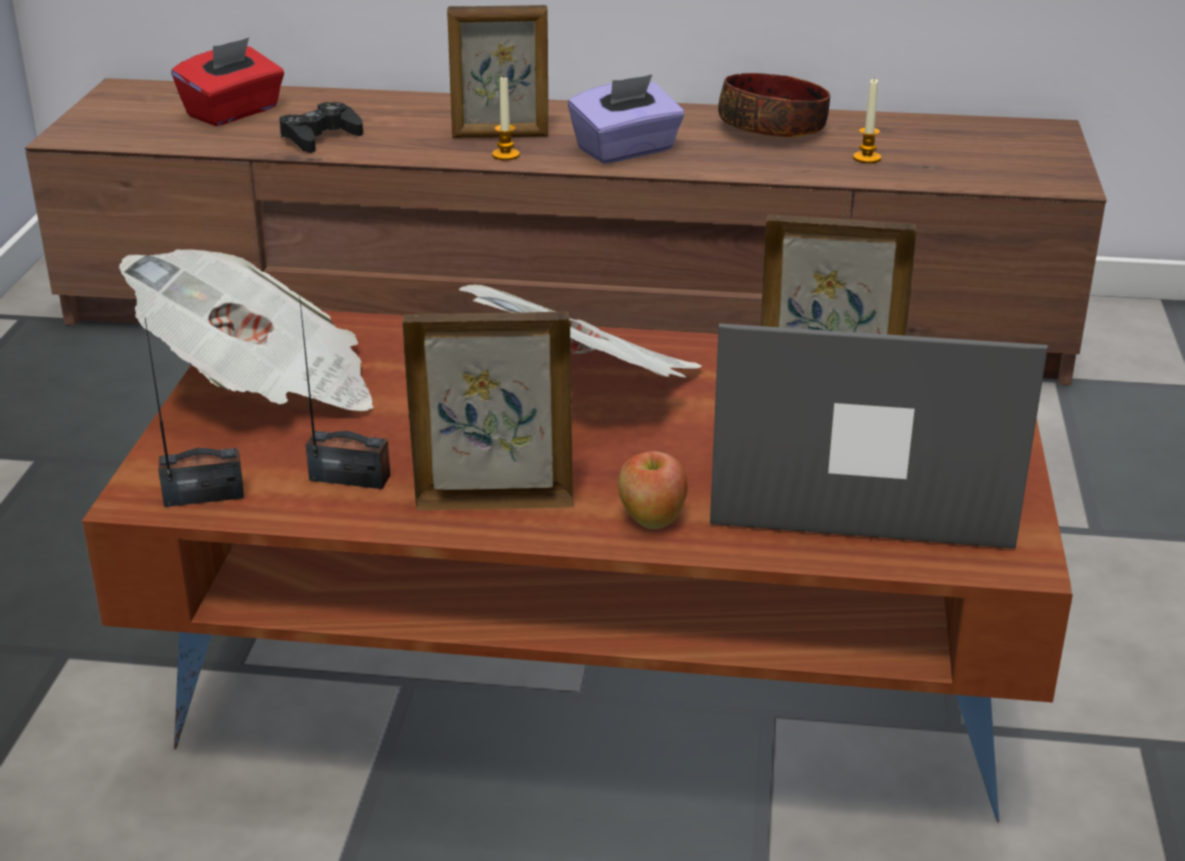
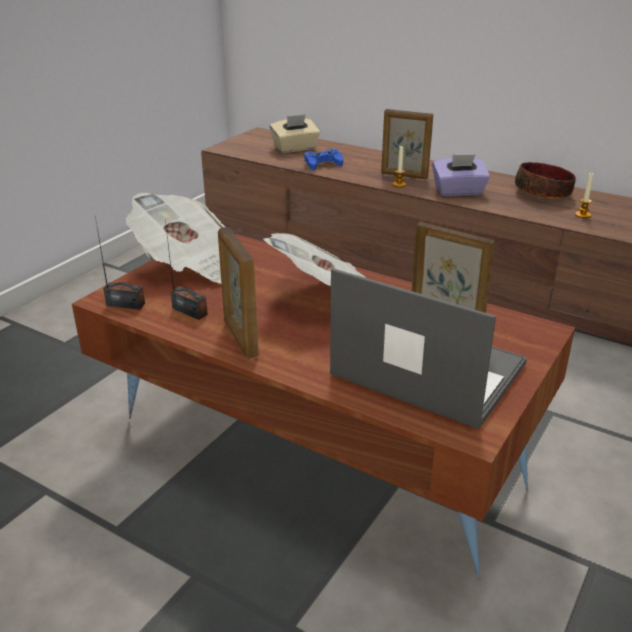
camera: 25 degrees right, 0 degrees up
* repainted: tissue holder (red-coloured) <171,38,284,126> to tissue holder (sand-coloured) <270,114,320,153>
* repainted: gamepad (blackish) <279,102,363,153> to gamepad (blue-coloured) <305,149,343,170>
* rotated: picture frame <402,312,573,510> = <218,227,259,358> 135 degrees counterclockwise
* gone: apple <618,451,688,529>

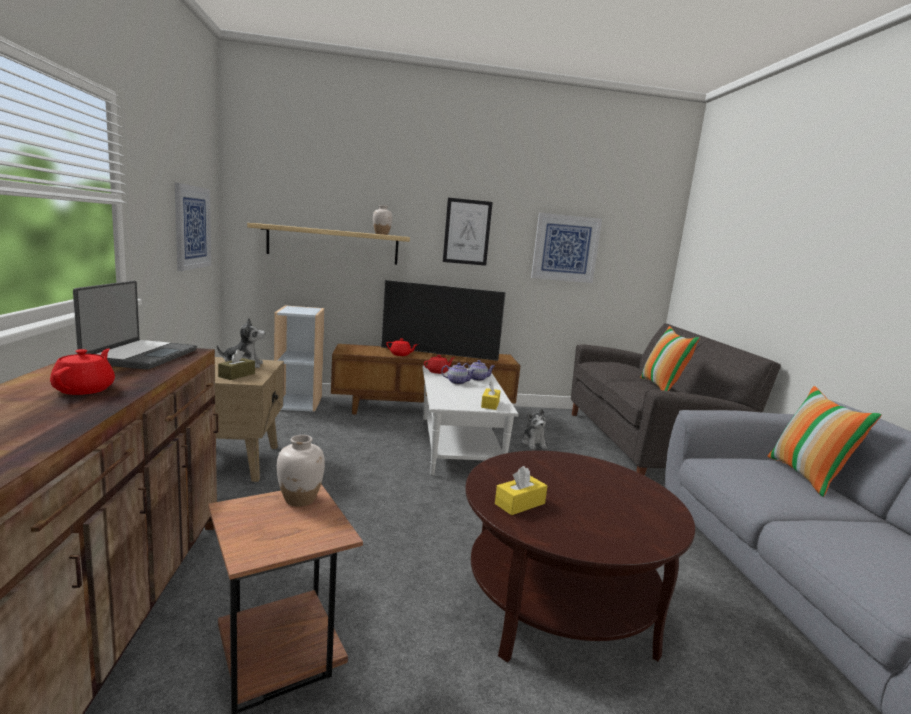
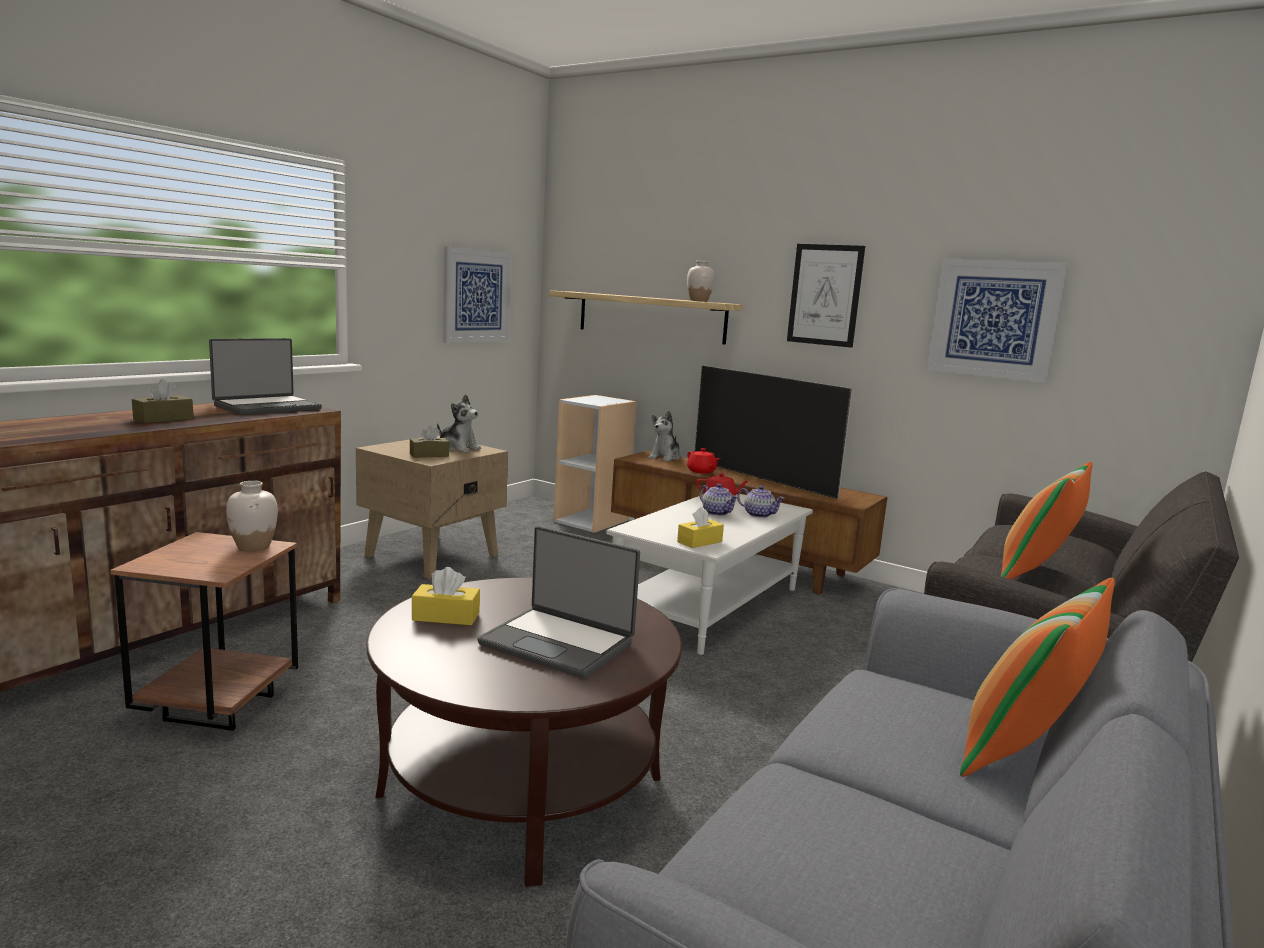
camera: 40 degrees right, 0 degrees up
* swapped: tea pot (red-coloured) <50,349,115,395> to tissue holder (brownish) <132,379,194,423>
* shifted: soft toy <521,409,547,449> to <648,411,680,462>
* new: portable computer <477,526,640,679>

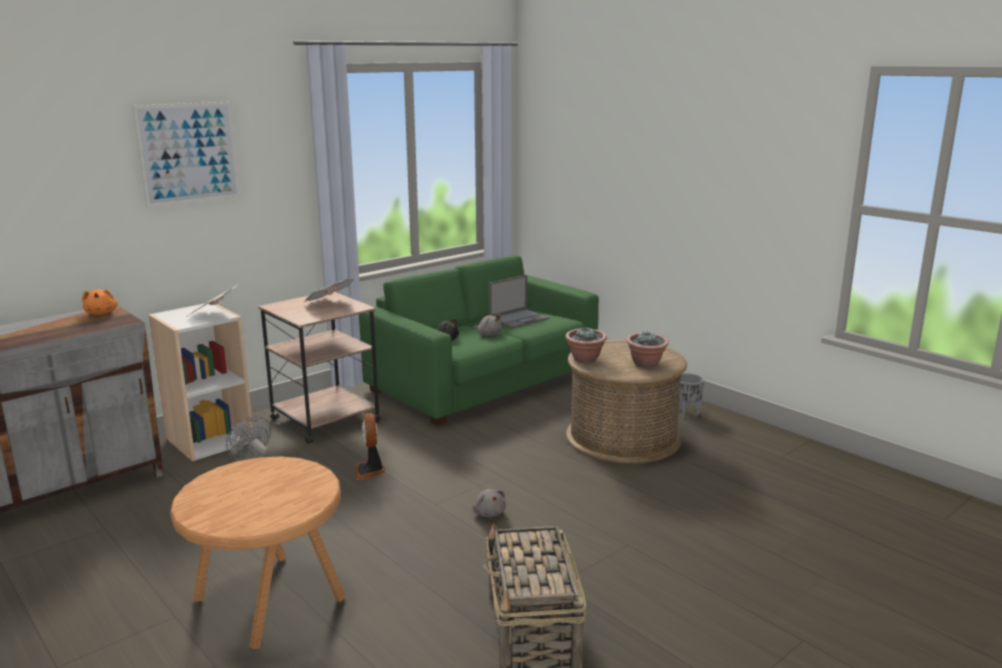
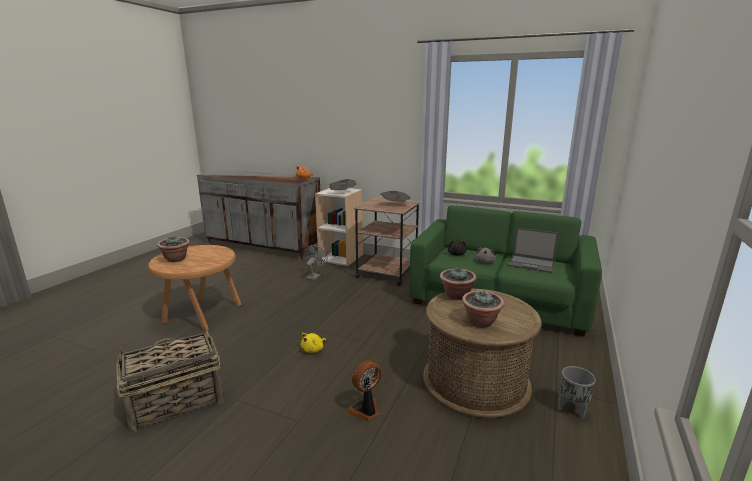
camera: 65 degrees right, 0 degrees up
* gone: wall art <132,102,240,208>
* shifted: electric fan <355,413,385,480> to <347,360,381,420>
* repainted: soft toy (gray) <472,489,506,517> to soft toy (yellowish) <301,333,326,353>
* new: potted plant <157,236,190,262>

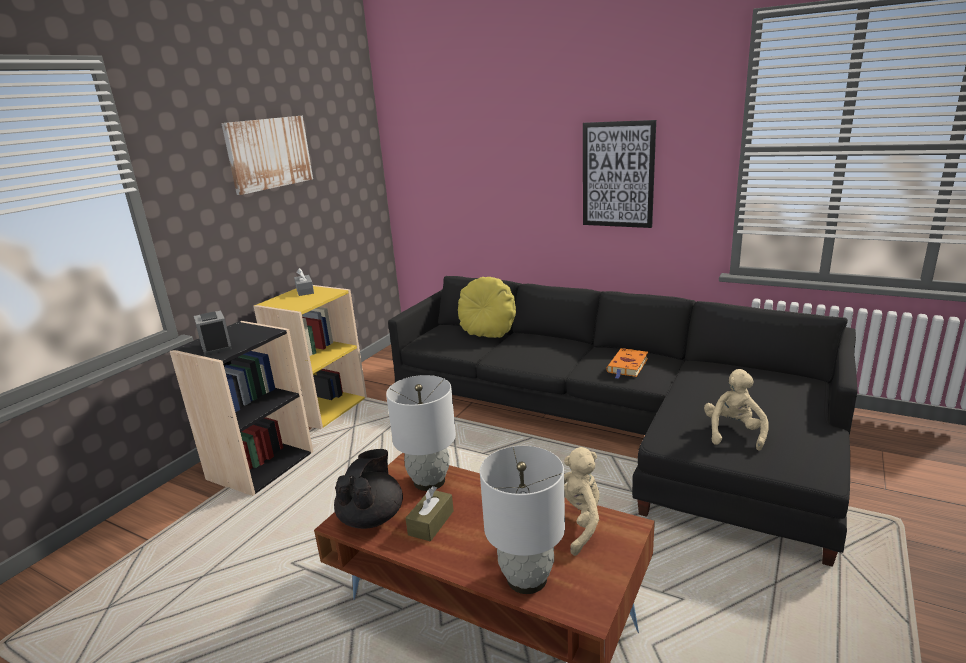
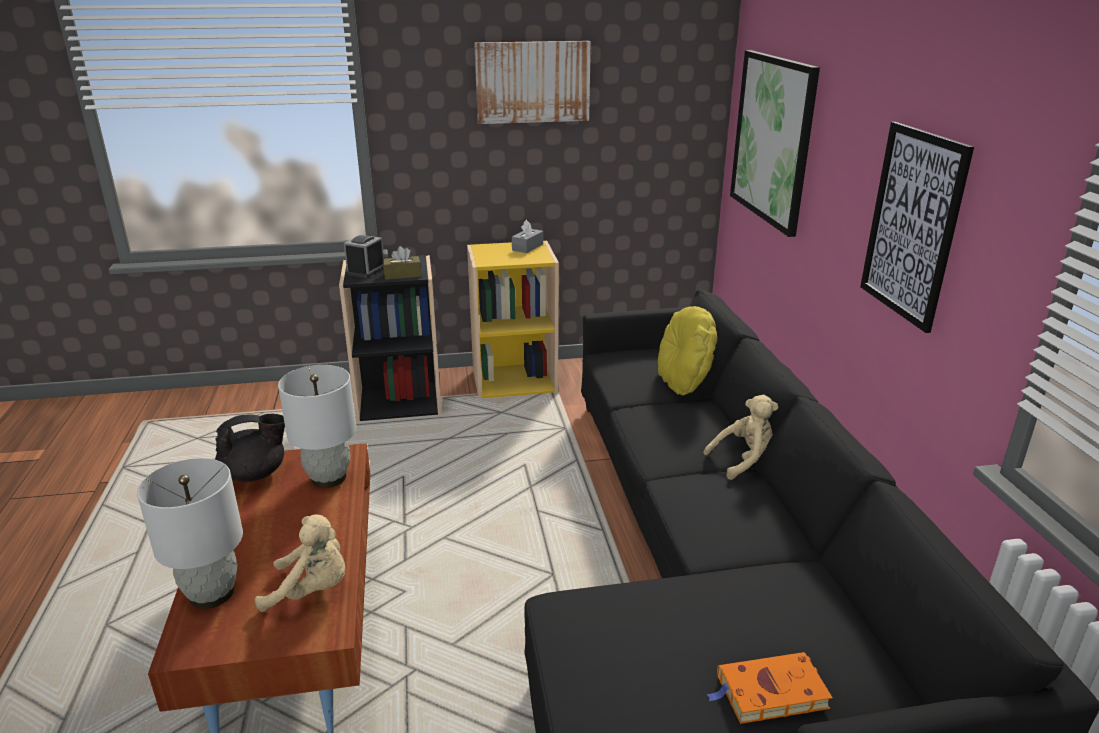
camera: 50 degrees right, 5 degrees up
* shifted: tissue holder (brownish) <405,486,454,542> to <383,246,421,280>
* shifted: book (orange-coloured) <606,348,648,379> to <706,652,833,724>
* shifted: soft toy (sand-coloured) <704,369,768,451> to <704,395,779,480>
* new: wall art <730,50,820,237>

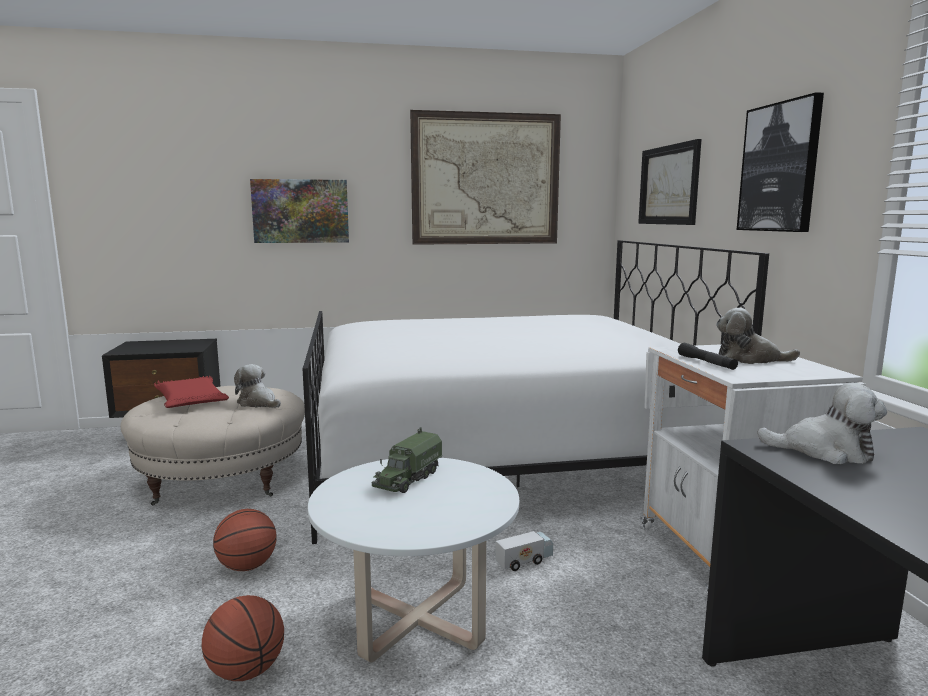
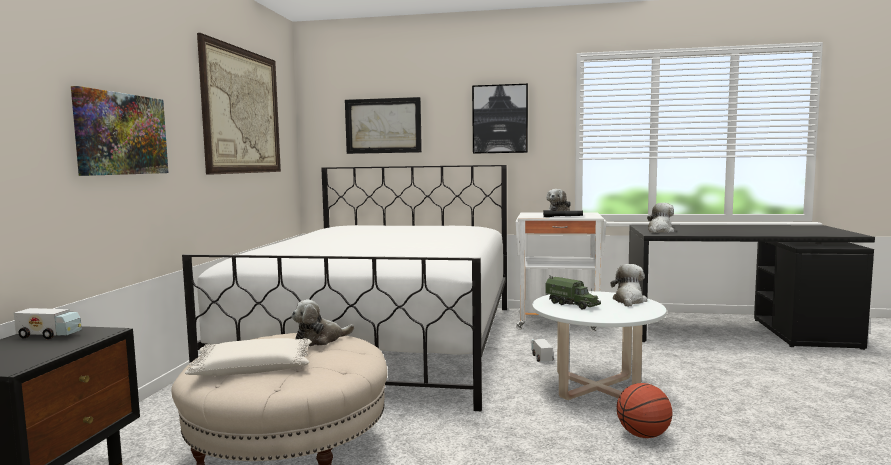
camera: 70 degrees left, 5 degrees down
* repainted: cushion (red-coloured) <154,376,229,408> to cushion (whitish) <185,338,312,376>
* gone: basketball ball <213,509,277,571>
* new: model truck <14,308,82,339>
* new: soft toy <611,264,647,307>

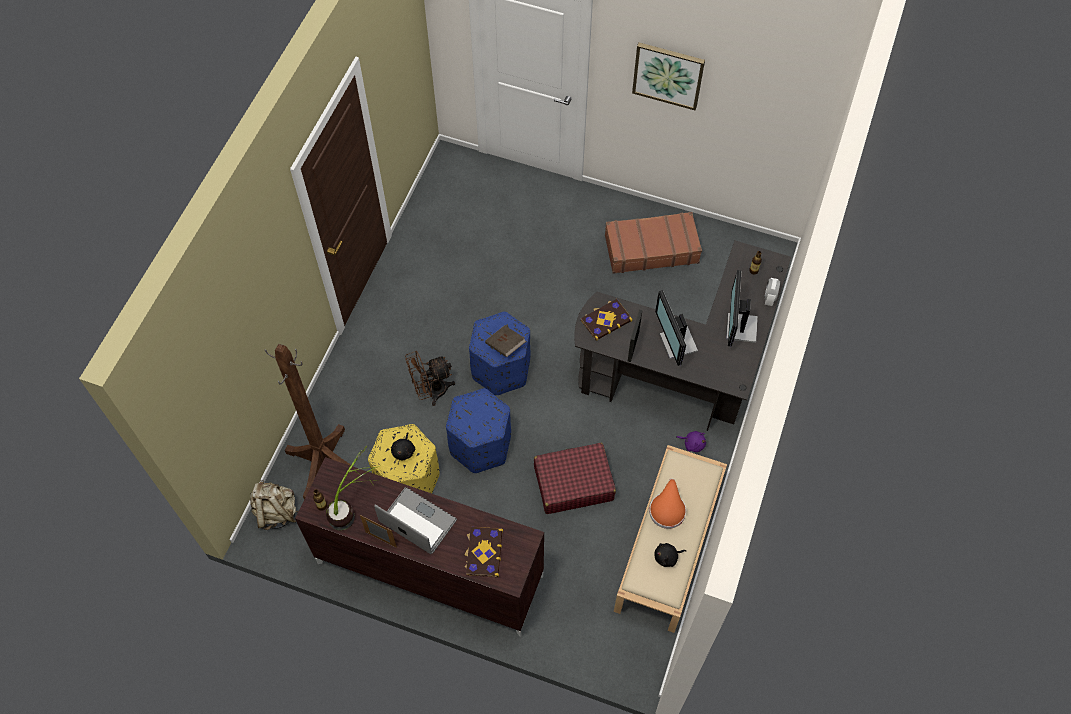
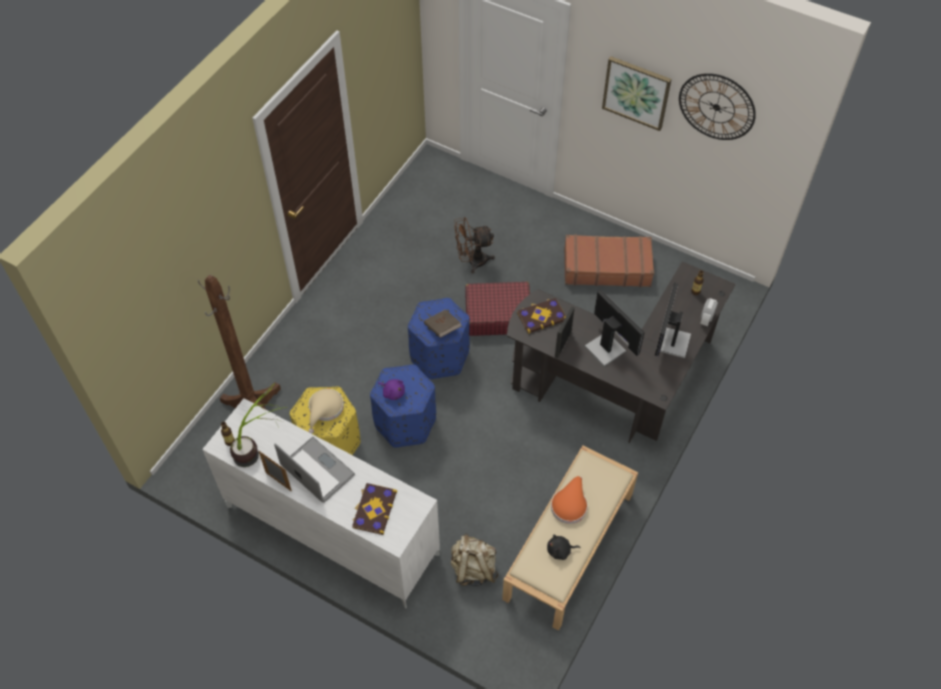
camera: 10 degrees right, 5 degrees down
* shifted: knapsack (sand-coloured) <250,480,298,530> to <451,533,498,586>
* repainted: dresser (brownish) <295,457,544,637> to dresser (whitish) <202,398,440,609>
* swapped: soft toy (blackish) <391,433,415,460> to wearable hat (sand-coloured) <309,389,344,434>
* shifted: electric fan (brownish) <405,351,455,406> to <454,217,495,273>
* shifted: travel case (red-coloured) <534,443,616,514> to <466,282,530,336>
* rotated: monitor <655,290,698,366> = <584,290,645,366> 150 degrees clockwise
* shifted: soft toy (purplish) <677,431,706,452> to <378,379,405,400>
* new: wall clock <679,73,756,140>

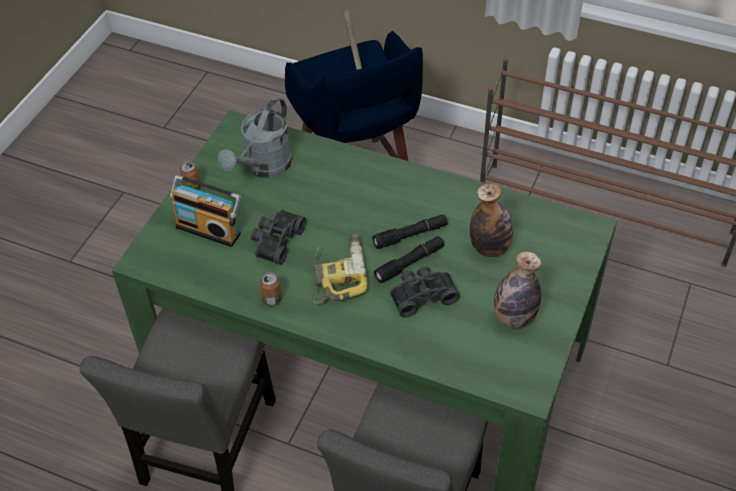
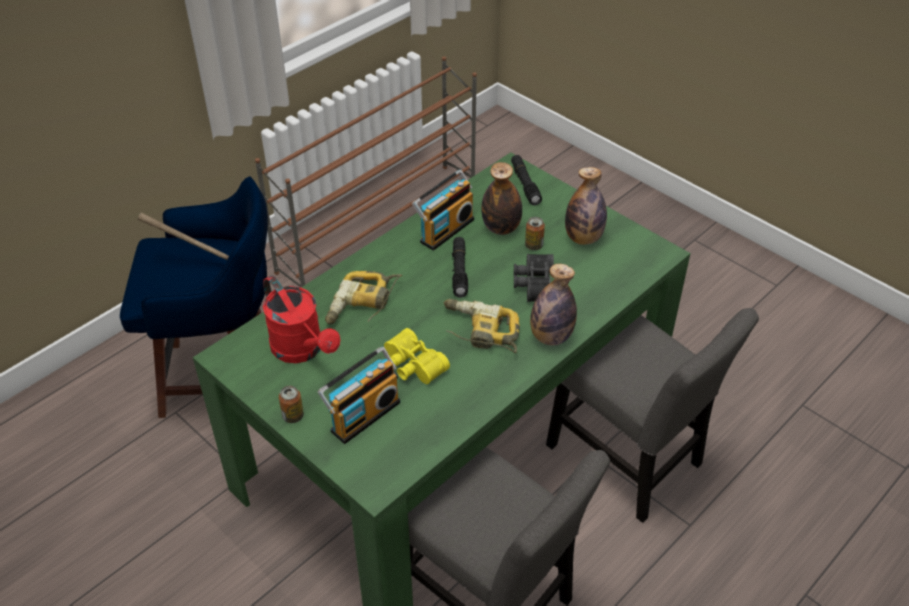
camera: 70 degrees left, 5 degrees down
* repainted: watering can (gray) <218,97,292,178> to watering can (red-coloured) <263,276,340,363>
* repainted: field glasses (blackish) <251,210,306,265> to field glasses (yellowish) <384,328,450,384>
* shifted: metal can <260,272,282,306> to <525,217,545,250>
* shifted: hand torch (blackish) <374,236,444,283> to <511,155,542,205>
* new: electric drill <325,271,402,324>
* new: radio <412,170,474,251>
* new: drink bottle <530,264,577,346>

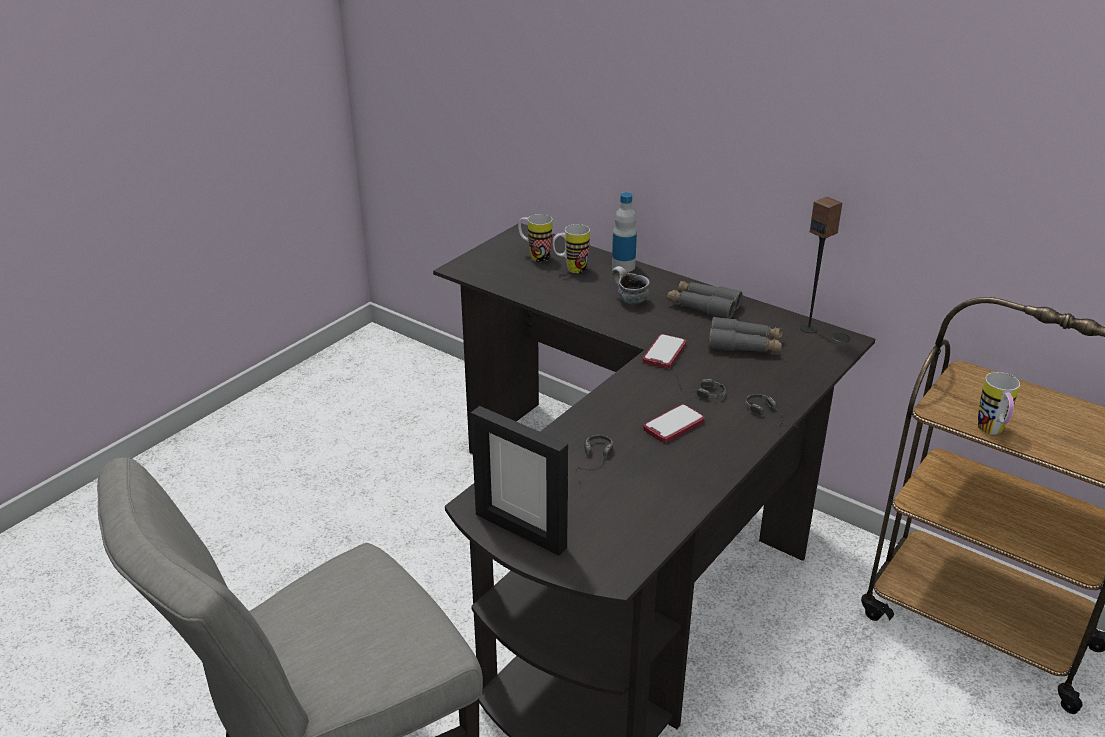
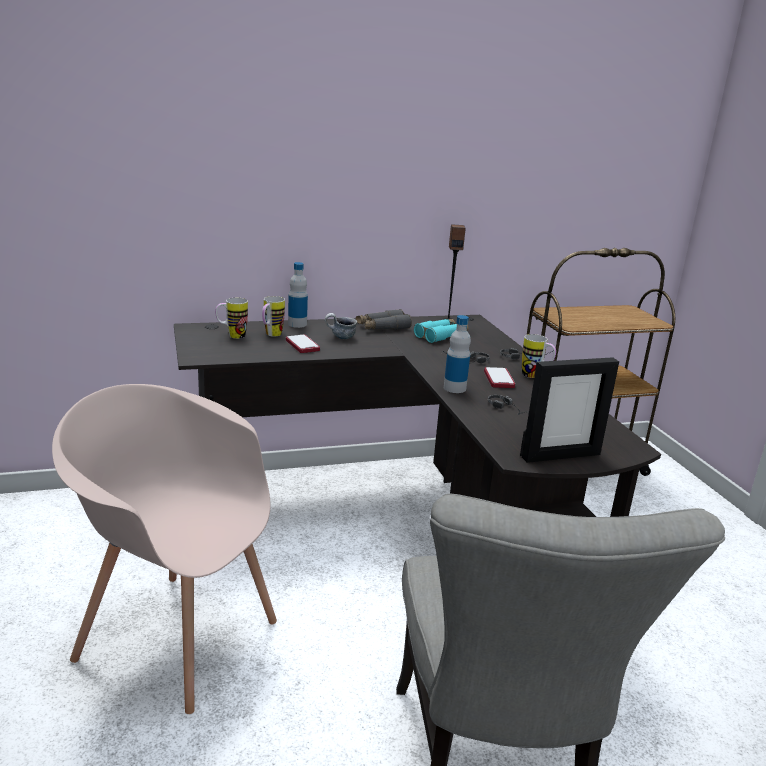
camera: 55 degrees left, 10 degrees down
* shifted: handset <643,334,686,369> to <286,335,320,353>
* repainted: field glasses (gray) <708,317,783,352> to field glasses (turquoise-coloured) <414,319,469,343>
* shifted: tea mug <978,372,1020,435> to <522,334,556,378>
* new: upright chair (sand-coloured) <52,384,277,714>
* new: drink bottle <444,315,471,393>

